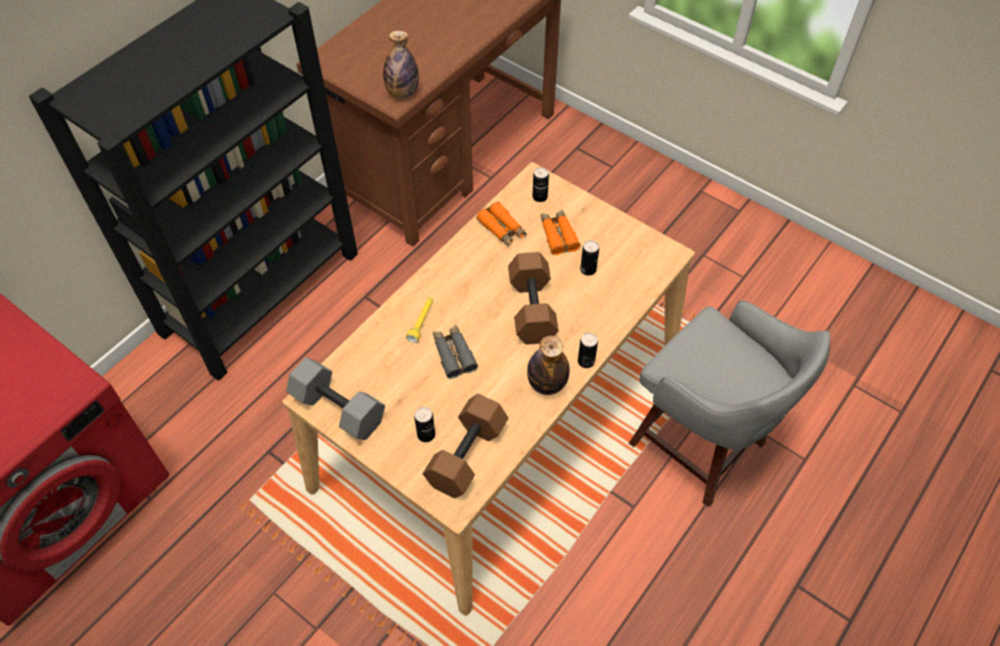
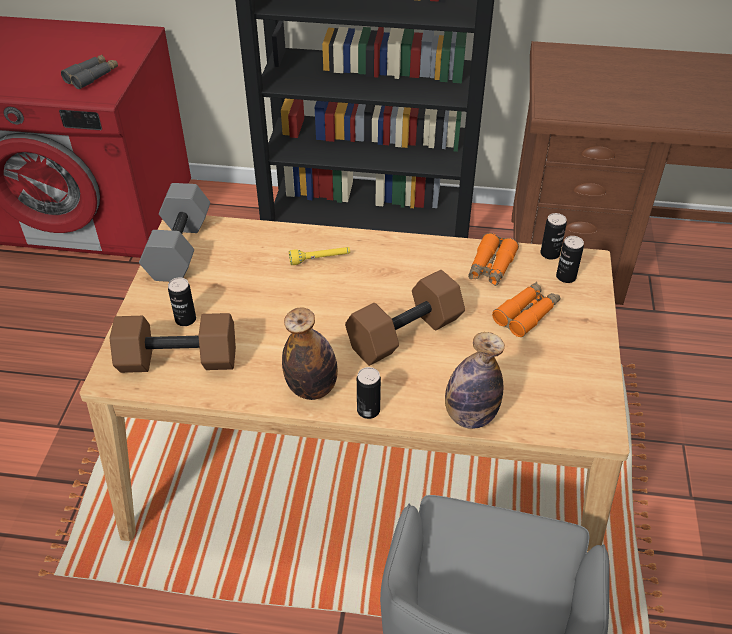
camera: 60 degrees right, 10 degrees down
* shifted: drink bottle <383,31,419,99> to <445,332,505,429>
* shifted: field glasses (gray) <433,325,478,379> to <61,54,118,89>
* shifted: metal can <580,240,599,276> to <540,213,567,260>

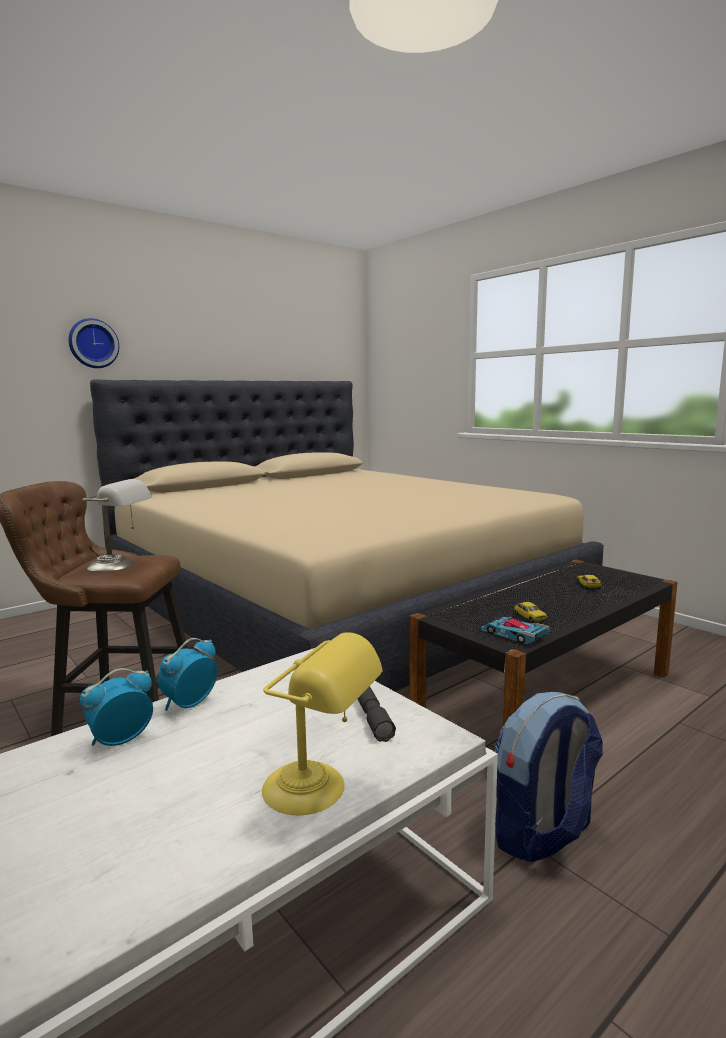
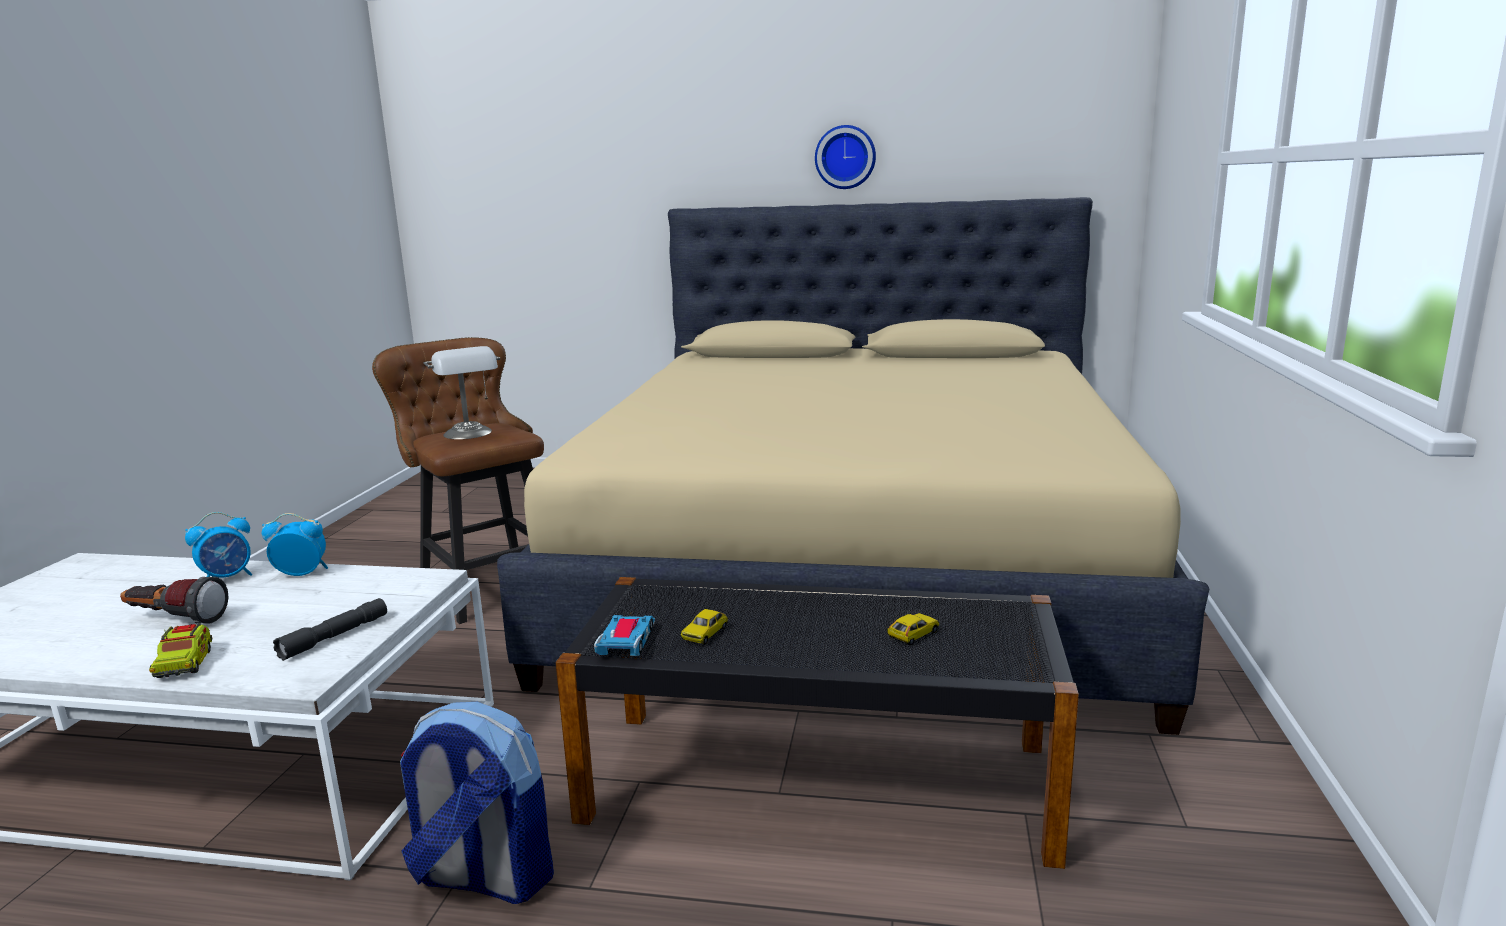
camera: 50 degrees right, 5 degrees up
* shifted: wall clock <68,318,119,368> to <815,125,876,189>
* rotated: alarm clock <80,668,153,746> = <185,512,252,578> 135 degrees clockwise
* swapped: tabletop lamp (yellowish) <262,632,382,815> to model truck <149,623,212,678>
* new: hand torch <120,577,228,624>

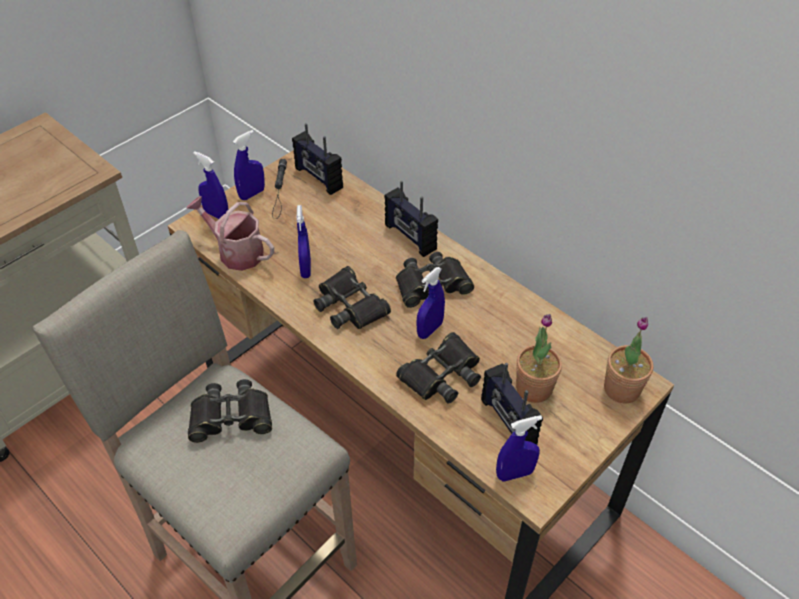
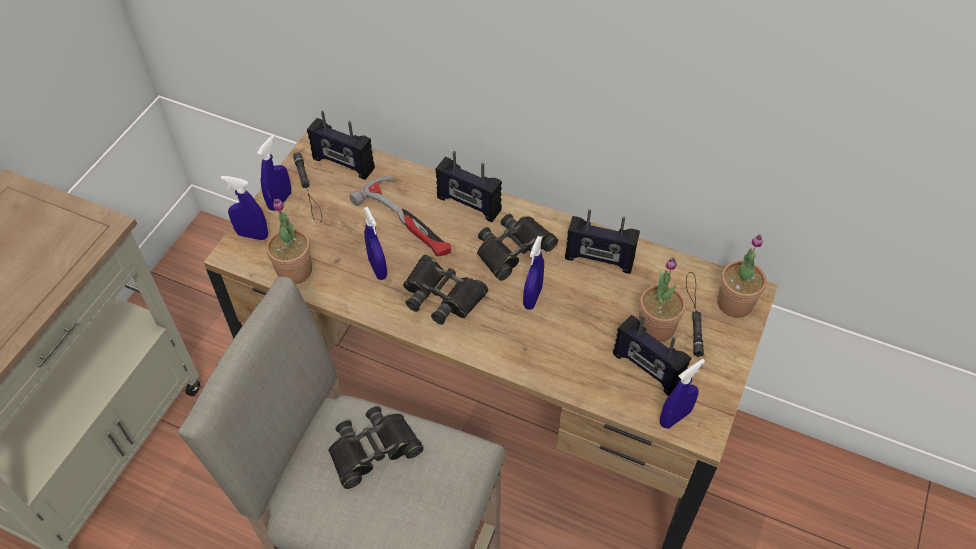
camera: 20 degrees left, 5 degrees up
* swapped: watering can <186,196,275,271> to potted plant <266,199,312,284>
* gone: field glasses (blackish) <396,332,481,404>
* new: tool hammer <349,176,451,256>
* new: radio <565,209,640,274>
* new: hand torch (blackish) <686,272,704,357>

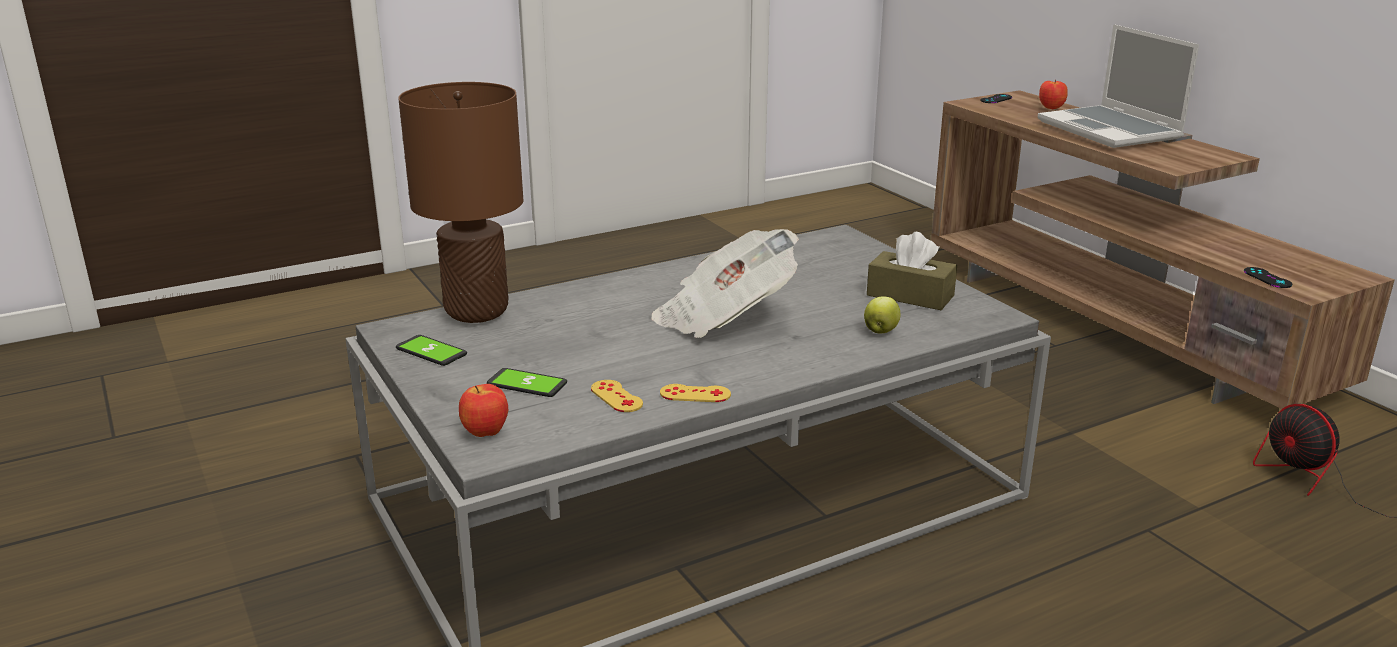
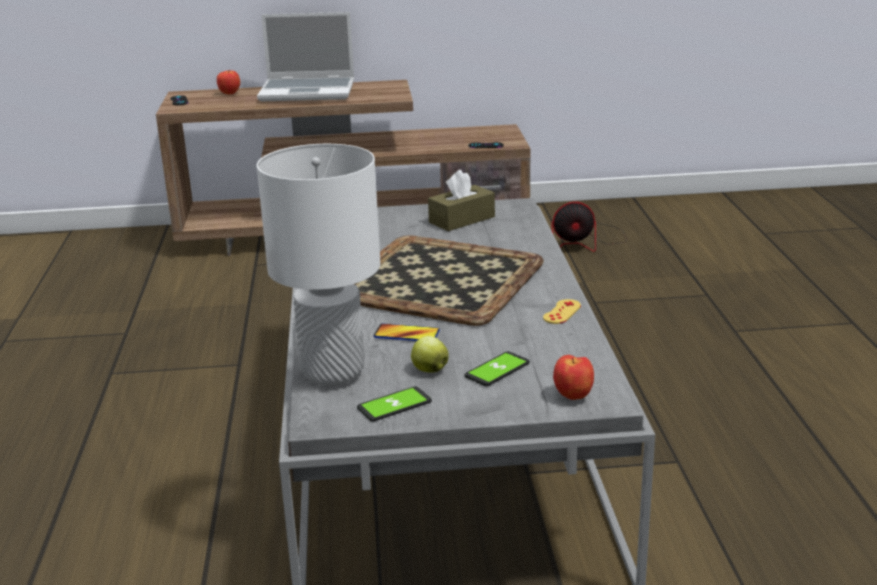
camera: 65 degrees left, 0 degrees up
* repainted: tabletop lamp (brownish) <398,82,523,323> to tabletop lamp (whitish) <257,144,380,386>
* gone: gamepad (yellowish) <591,380,643,412>
* swapped: printed paper <651,229,799,338> to carrying tray <354,235,544,326>
* shifted: apple <864,296,900,333> to <411,336,449,373>
* new: handset <374,324,440,341>

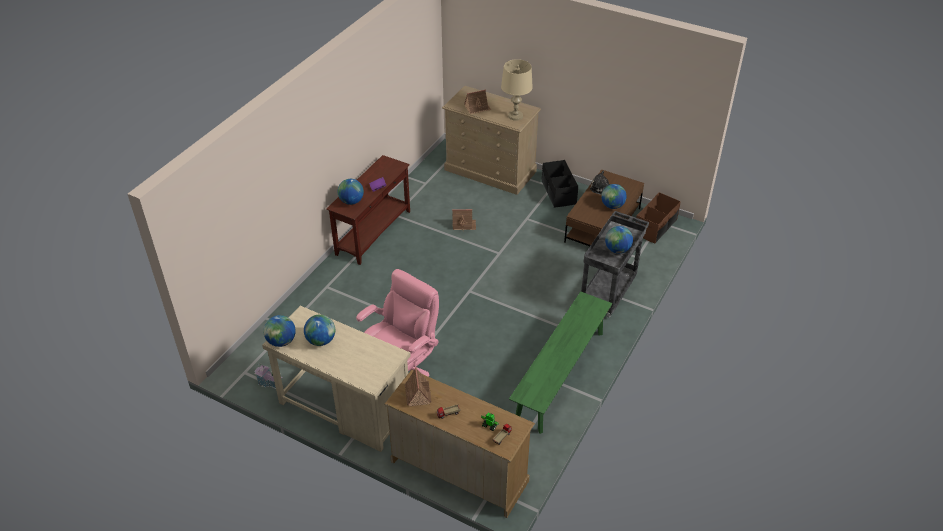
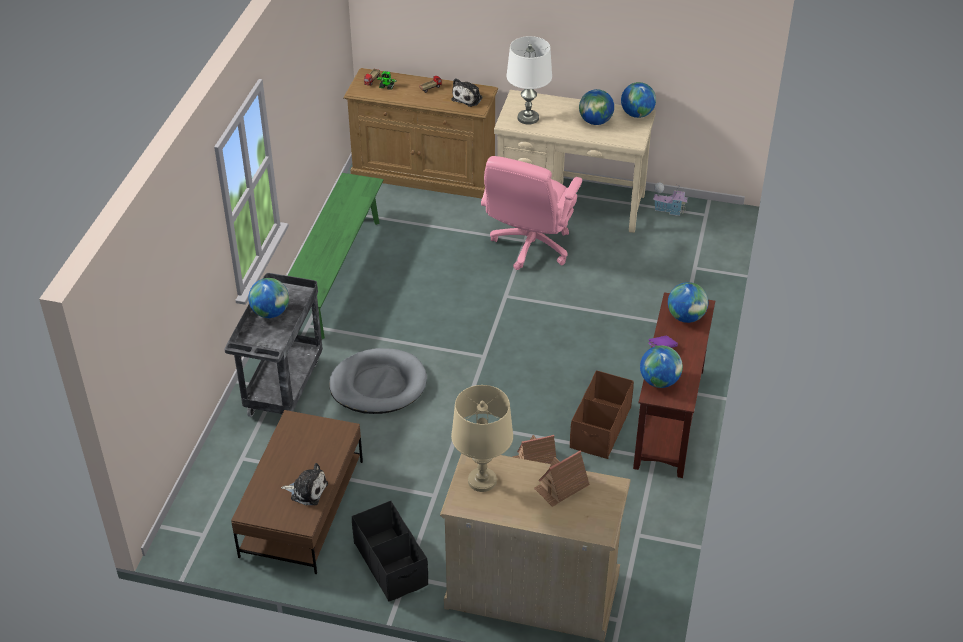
camera: 165 degrees right, 0 degrees up
* swapped: model house <405,367,432,406> to soft toy <451,78,482,107>
* shifted: globe <601,184,627,209> to <640,345,683,388>
* shifted: storage bin (brownish) <635,192,681,243> to <570,370,634,459>
* new: dog cushion (gray) <329,348,427,414>
* new: tabletop lamp (whitish) <506,36,552,125>

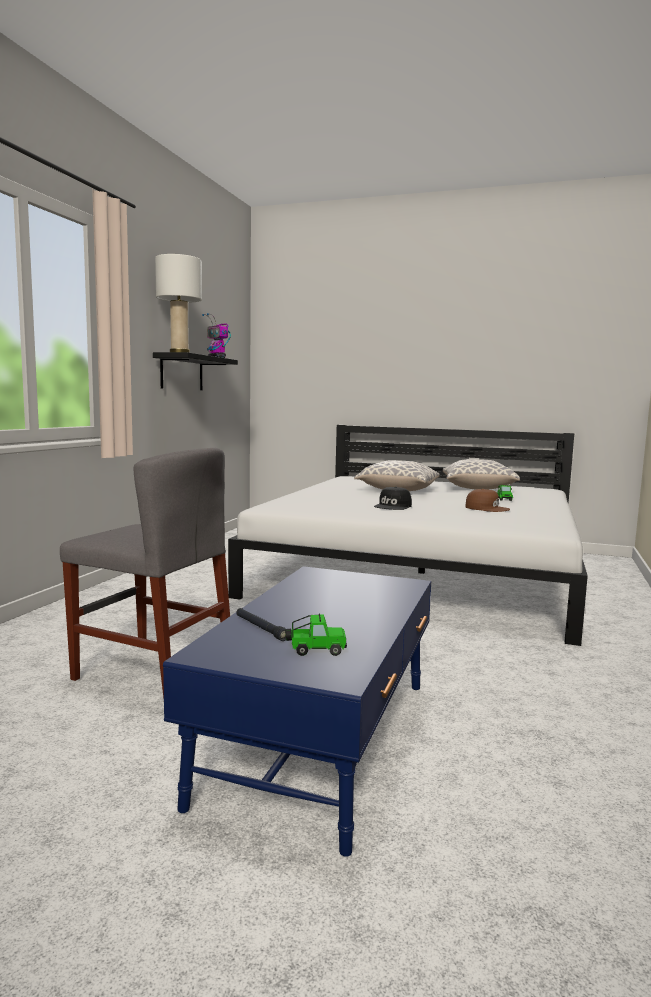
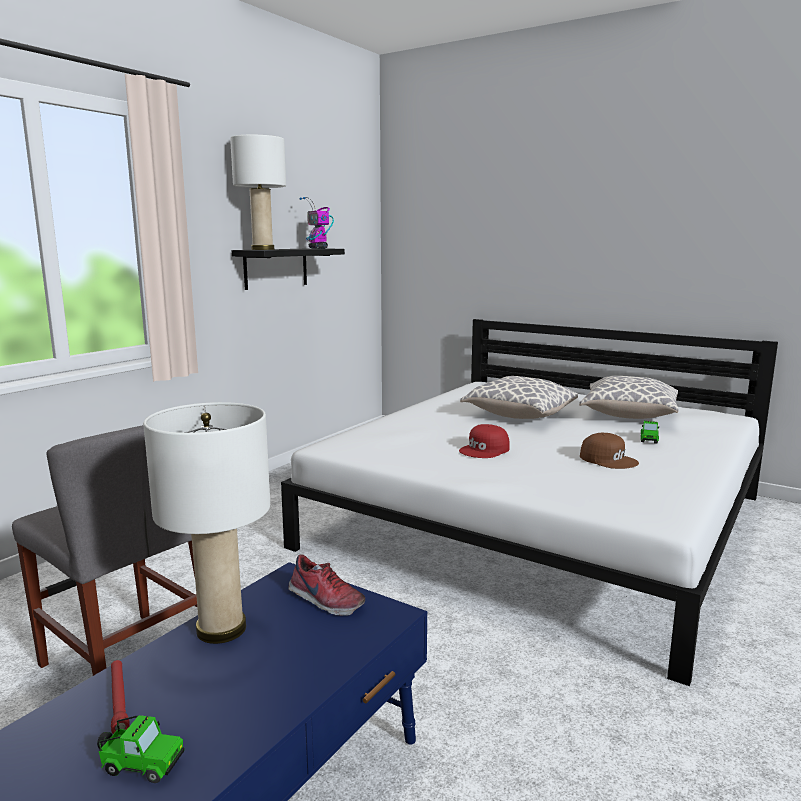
camera: 15 degrees right, 5 degrees up
* repainted: hand torch (blackish) <236,608,286,641> to hand torch (red-coloured) <111,660,130,734>
* repainted: cap (blackish) <374,487,412,510> to cap (red-coloured) <459,424,510,458>
* new: tabletop lamp (whitish) <143,402,270,644>
* new: shoe <288,555,365,616>

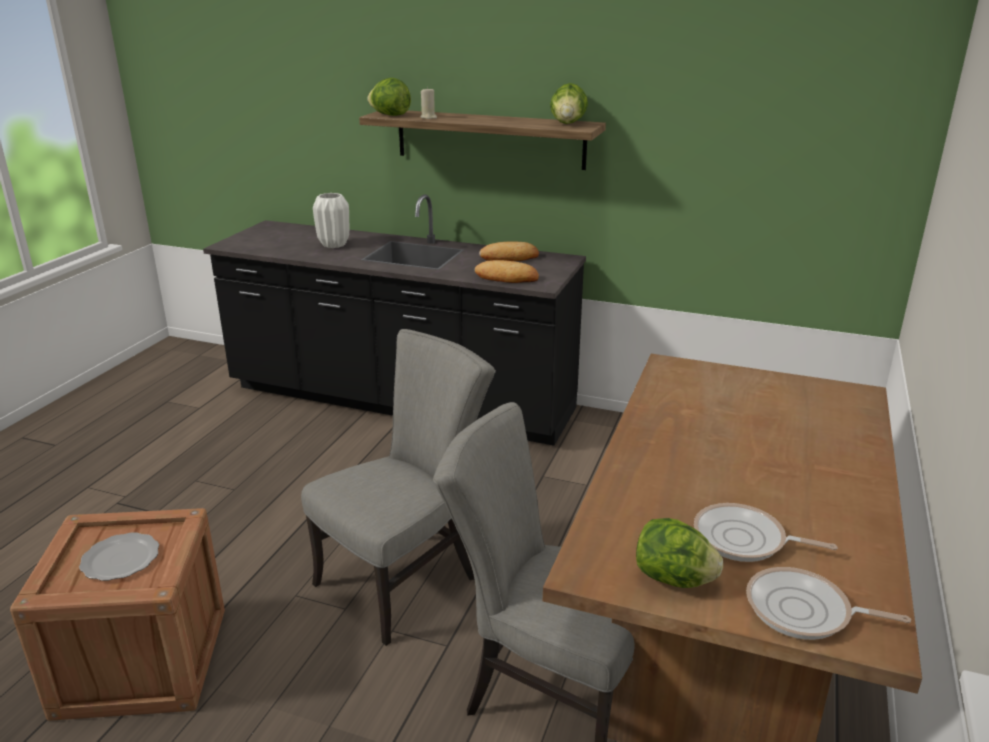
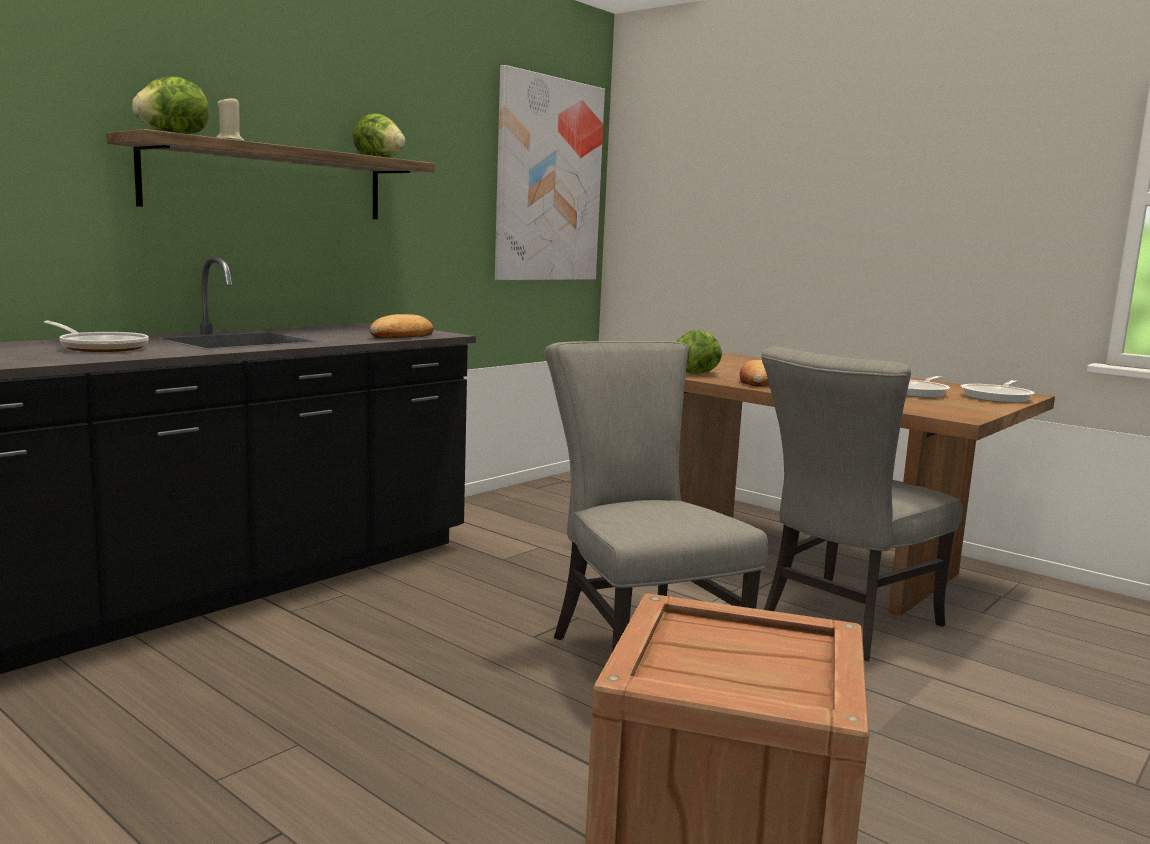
camera: 70 degrees left, 15 degrees down
* gone: plate <79,532,159,581>
* swapped: decorative vase (whitish) <313,193,349,248> to skillet <44,321,149,352>
* shifted: bread <479,241,539,261> to <740,360,769,386>
* shifted: head of lettuce <636,518,723,588> to <676,330,722,374>
* new: wall art <495,65,605,280>

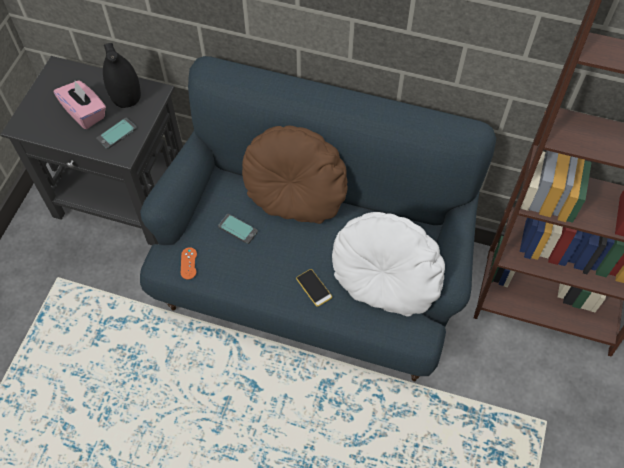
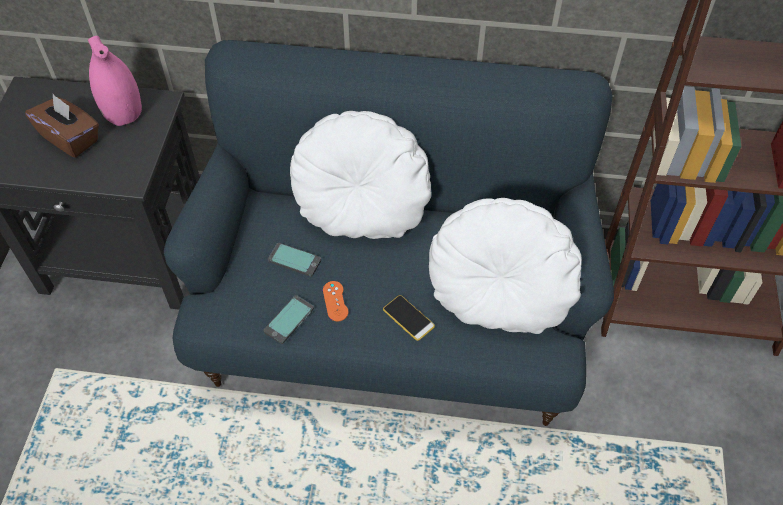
camera: 10 degrees left, 5 degrees down
* repainted: tissue holder (pink) <54,80,106,129> to tissue holder (brownish) <25,94,99,158>
* shifted: handset <96,118,137,149> to <264,295,314,344>
* repainted: decorative vase (blackish) <103,43,141,108> to decorative vase (pink) <88,36,142,126>
* shifted: gamepad (orange-coloured) <181,247,197,280> to <323,281,348,322>
* repainted: cushion (brownish) <242,126,348,224> to cushion (whitish) <290,111,431,239>

